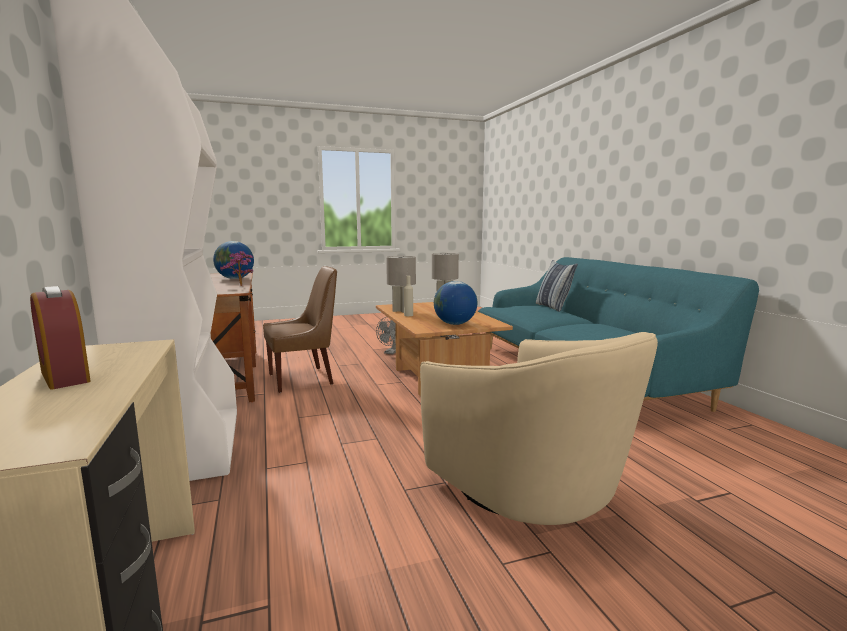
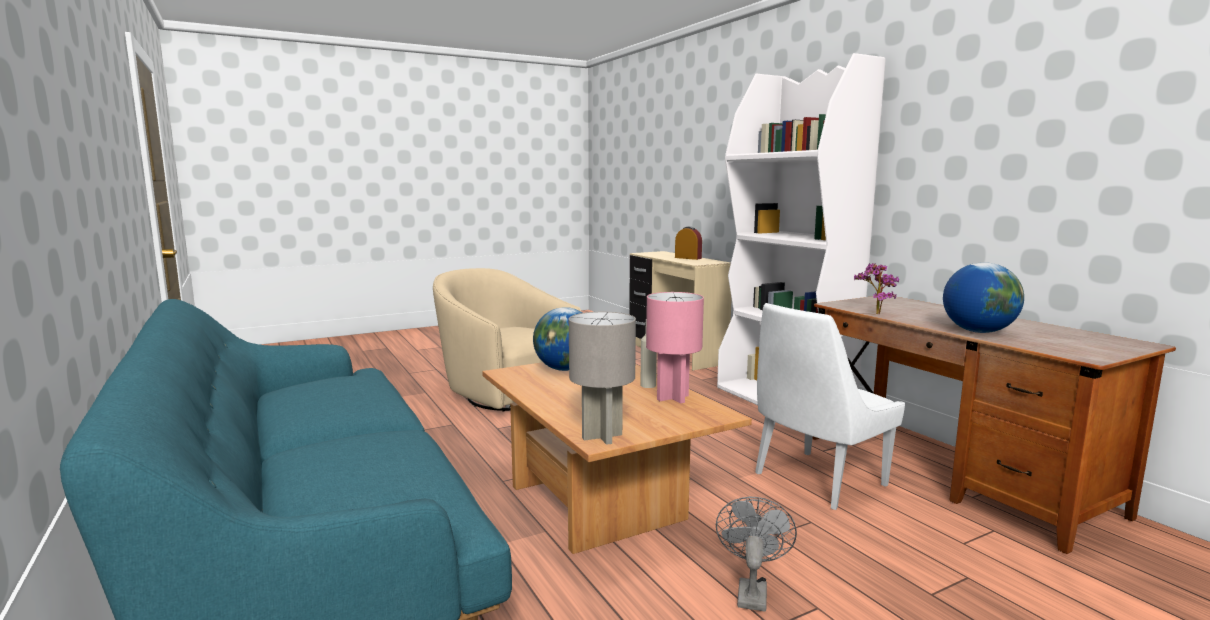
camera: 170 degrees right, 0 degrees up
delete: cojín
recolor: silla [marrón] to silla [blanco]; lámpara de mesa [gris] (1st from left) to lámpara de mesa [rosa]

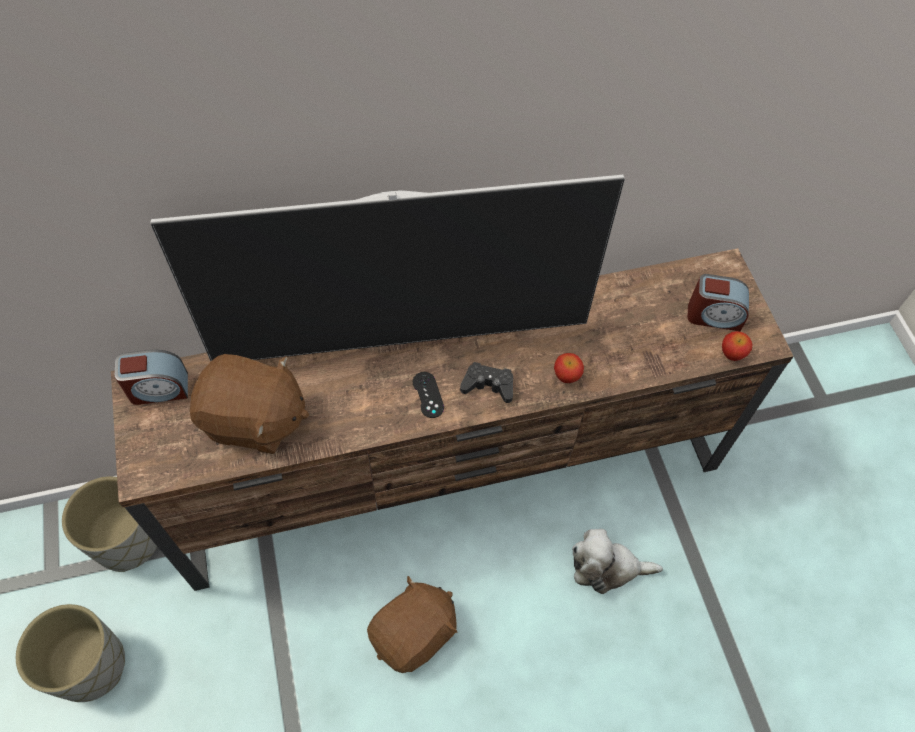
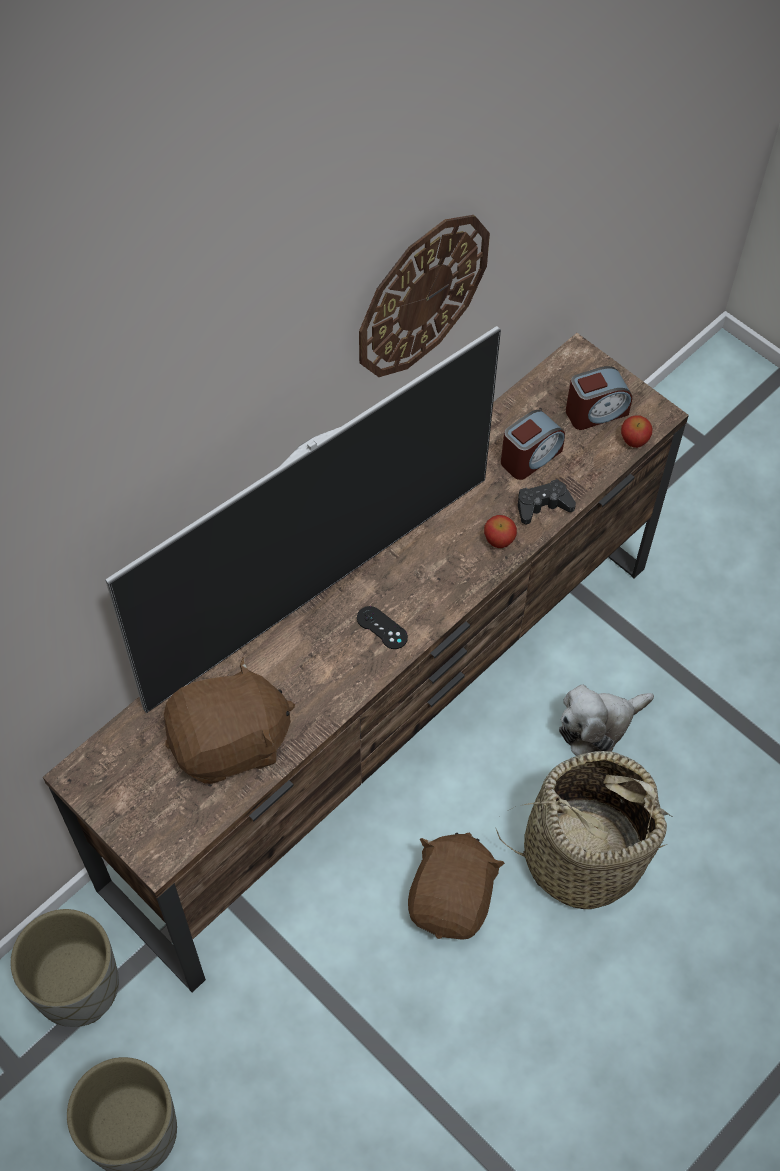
camera: 30 degrees left, 0 degrees up
insert: reloj de pared; cesta
move: despertador (1st from left); mando de consola [negro] (2nd from left)

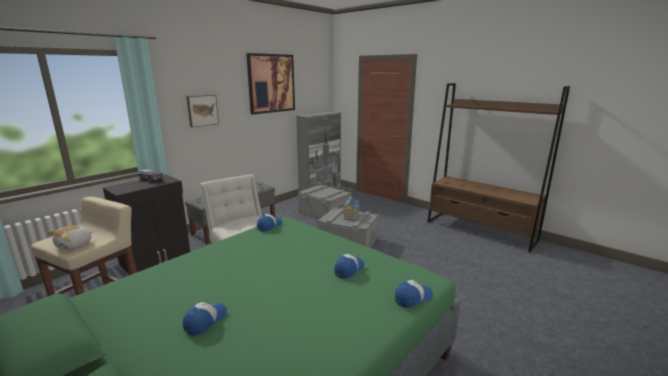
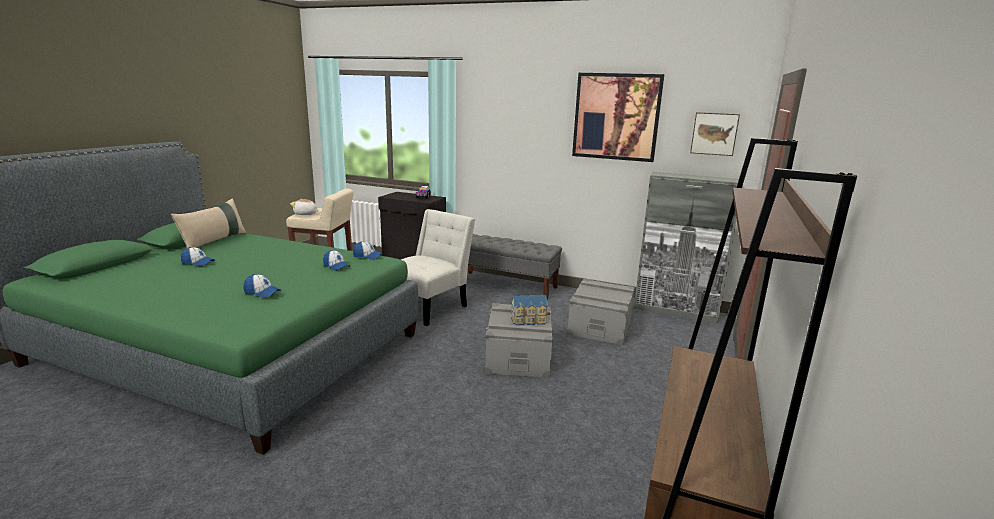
camera: 70 degrees right, 0 degrees up
insert: cojín [beis]
move: cuadro (1st from left in the first image) to cuadro (2nd from left); gorra (4th from left in the first image) to gorra (3rd from left)

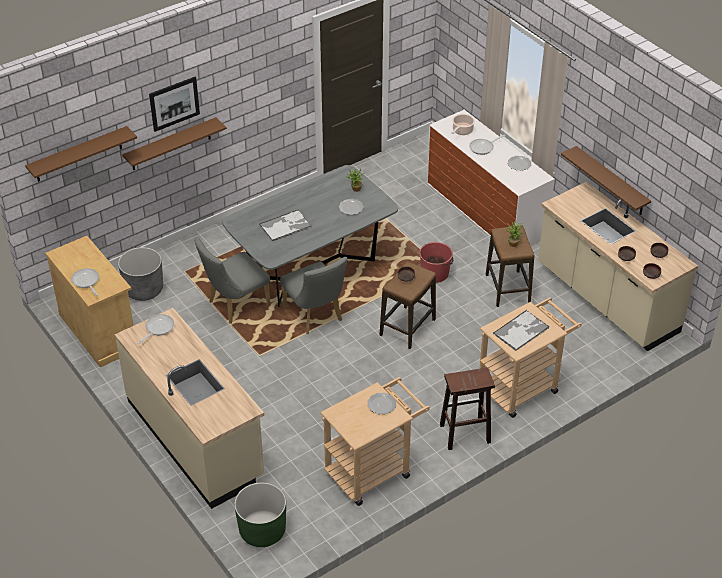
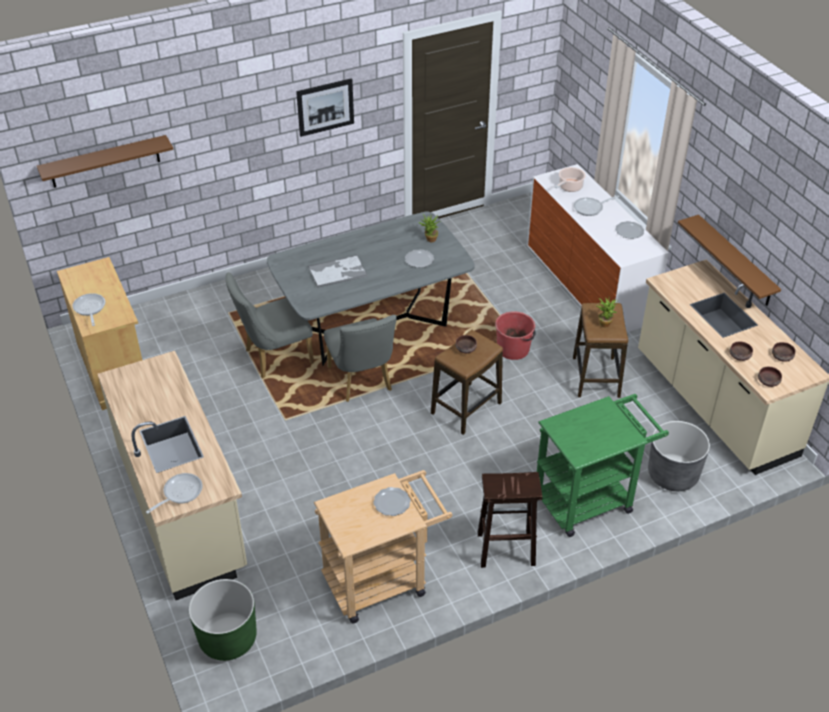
camera: 10 degrees right, 0 degrees up
delete: estante [marrón] (2nd from left); bandeja (2nd from left)
move: maceta [gris]; sartén (2nd from left); cuadro
recolor: carrito [beis] (2nd from left) to carrito [verde]

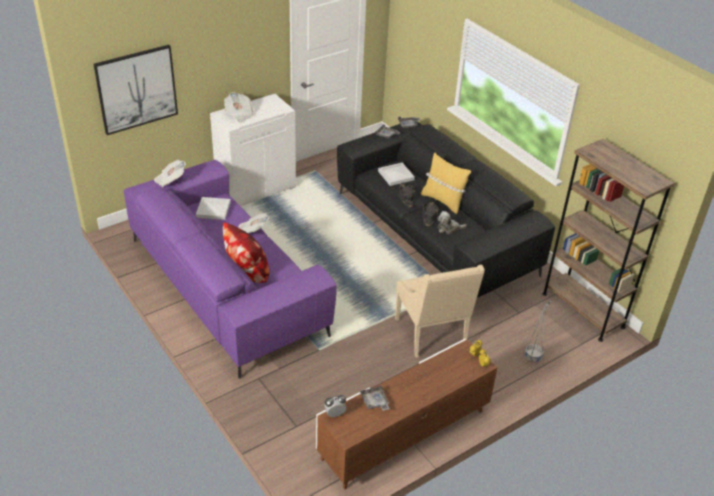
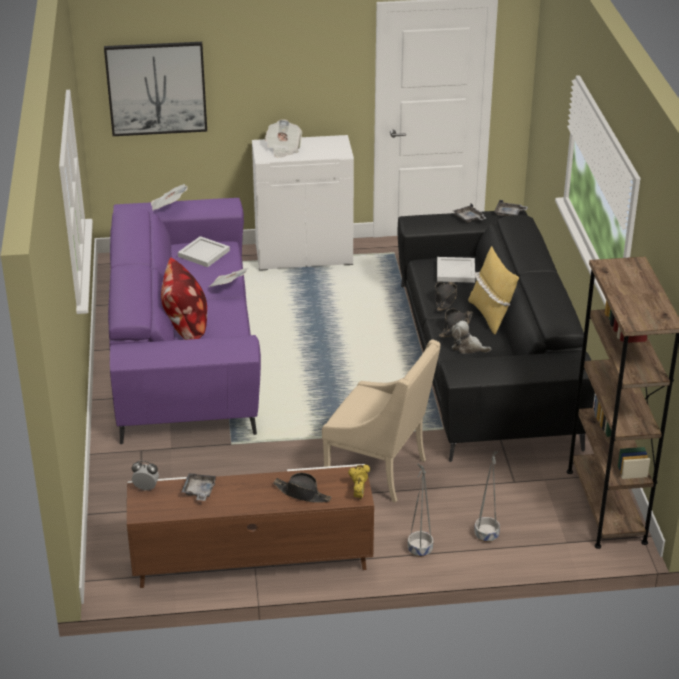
camera: 30 degrees right, 5 degrees down
insert: sombrero [negro] (1st from left); maceta [gris] (1st from left)
rotate: sillón [beis] 75 degrees counterclockwise

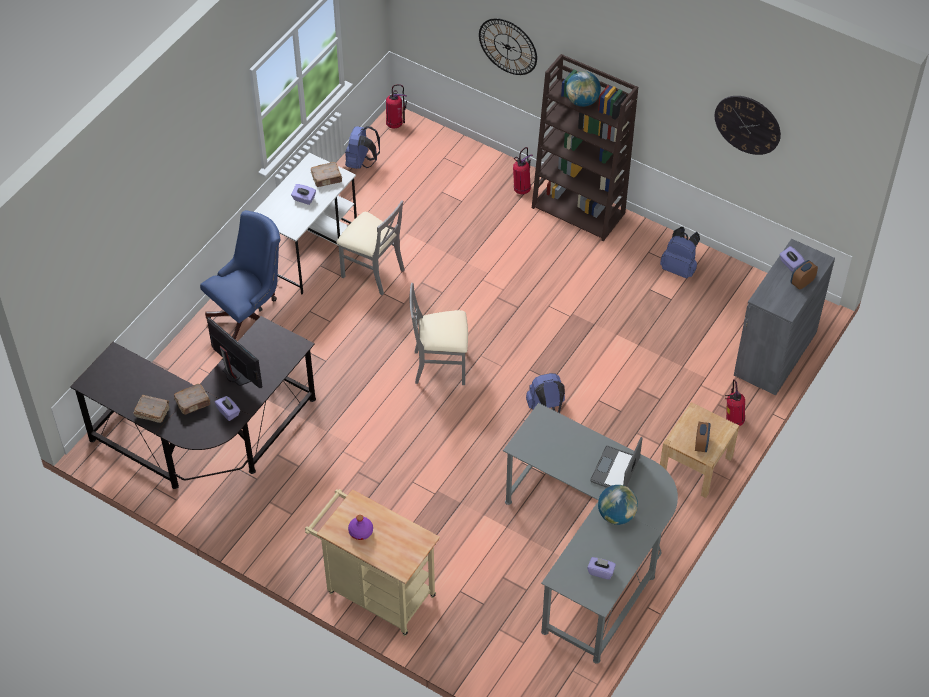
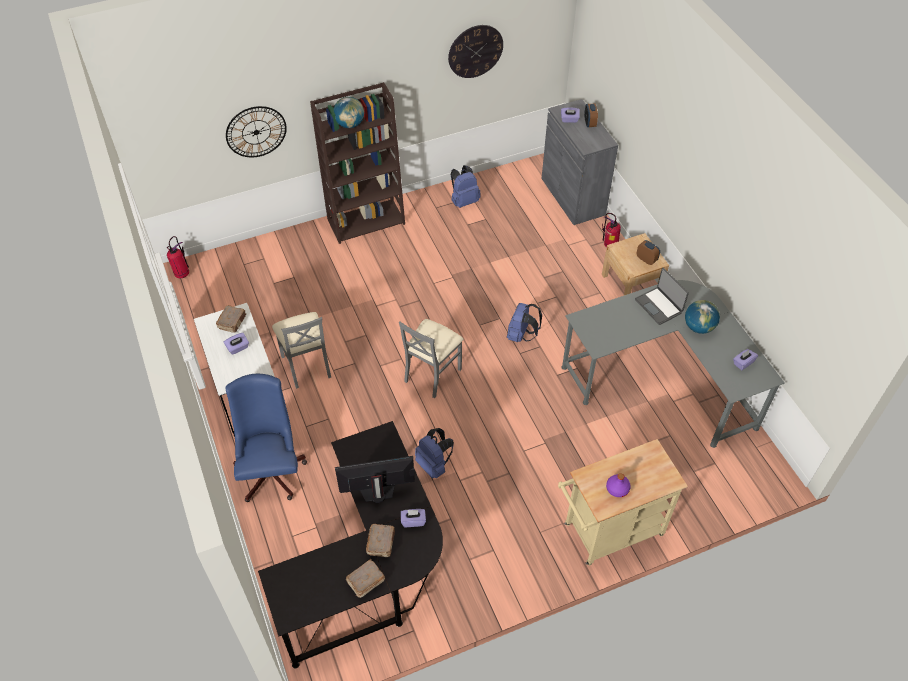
camera: 55 degrees left, 0 degrees up
delete: extintor (2nd from left)
move: mochila [azul] (1st from left)
rotate: silla [gris] (1st from left) 90 degrees clockwise

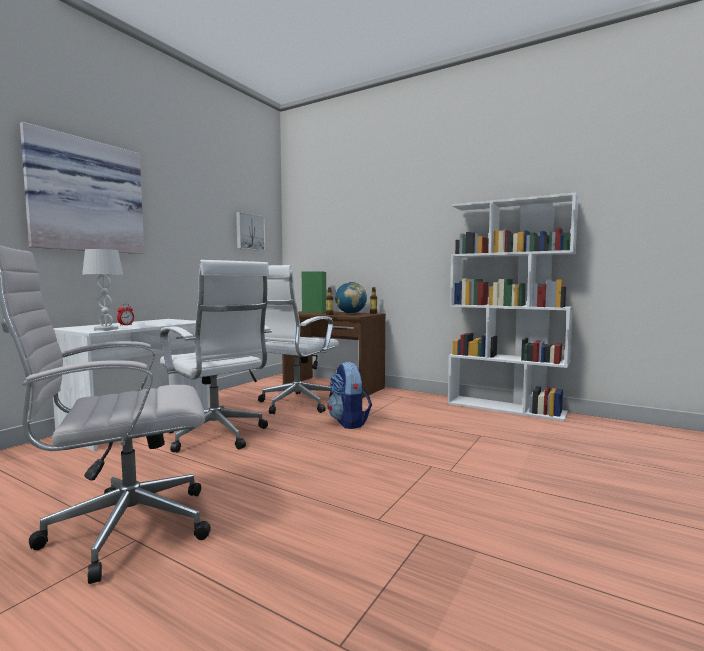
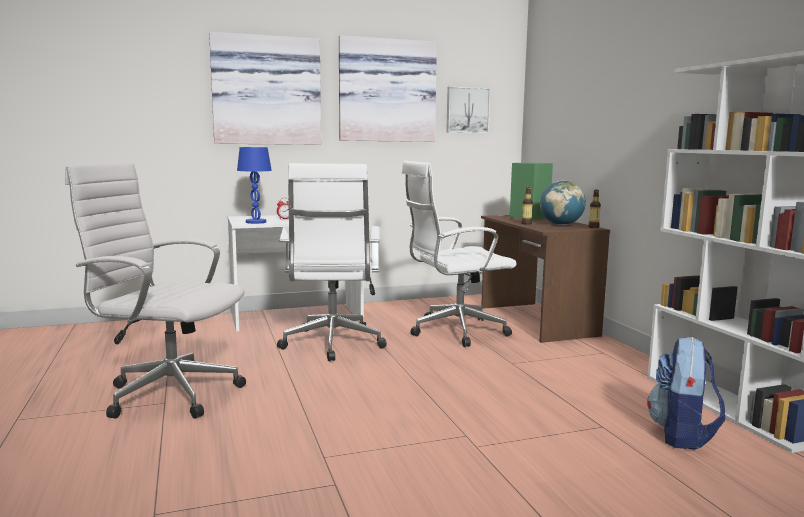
camera: 40 degrees right, 5 degrees up
insert: cuadro (2nd from left)
move: mochila
recolor: lámpara de mesa [blanco] to lámpara de mesa [azul]

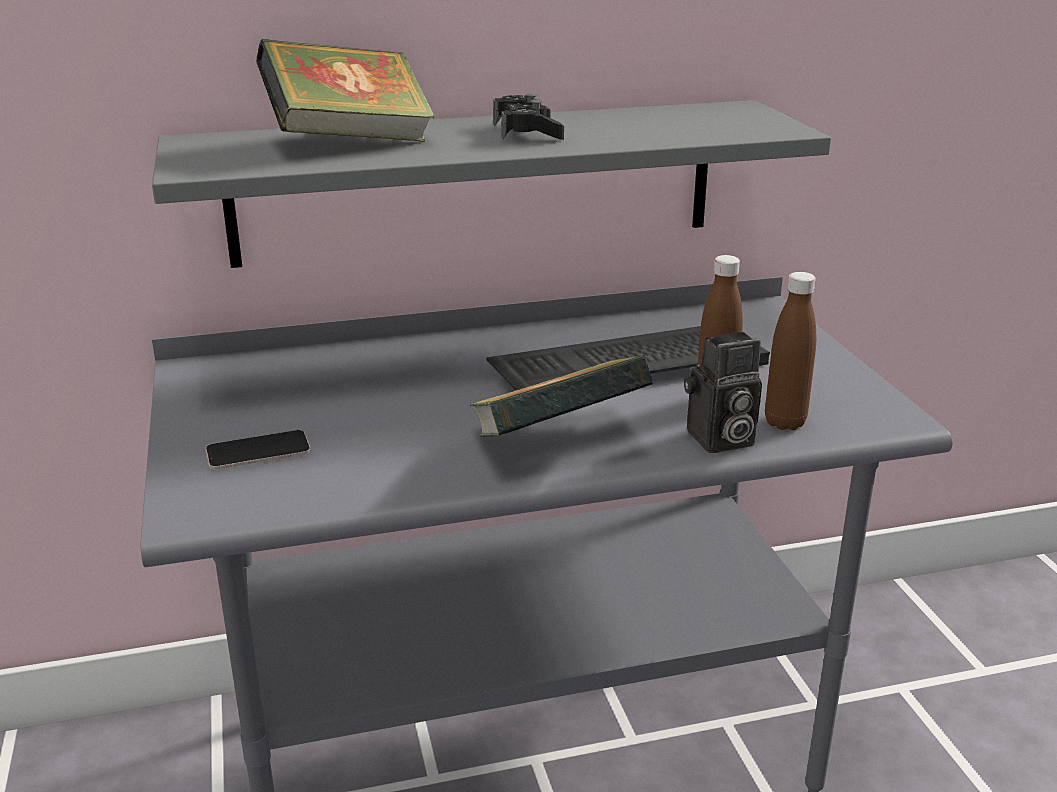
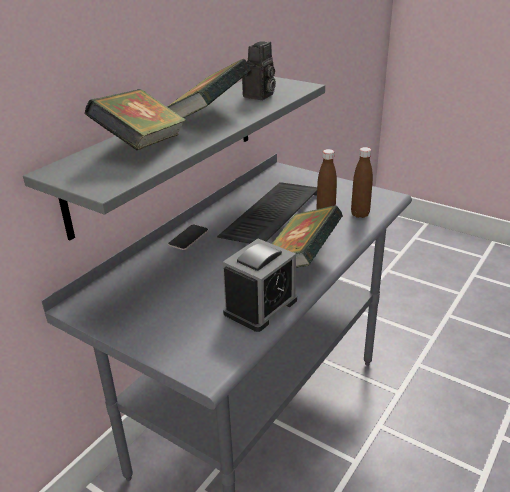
camera: 40 degrees left, 5 degrees up
insert: despertador
move: móvil; cámara
replace: mando de consola [negro] to libro (2nd from left)

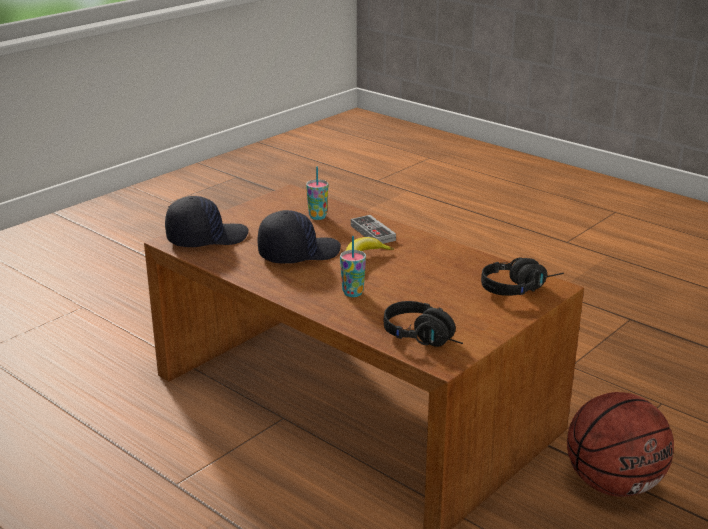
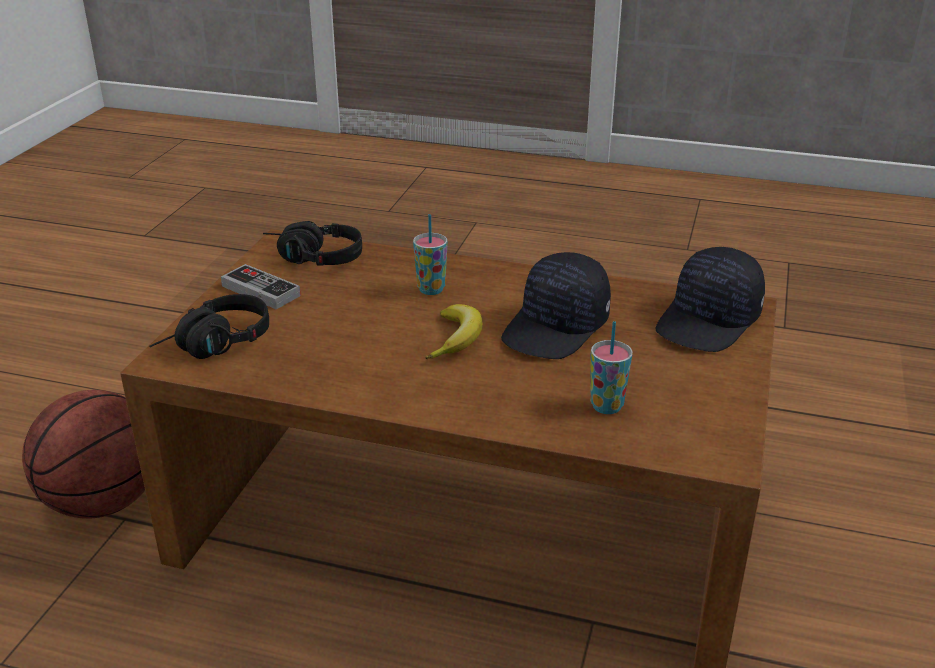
camera: 155 degrees right, 5 degrees up
move: mando de consola

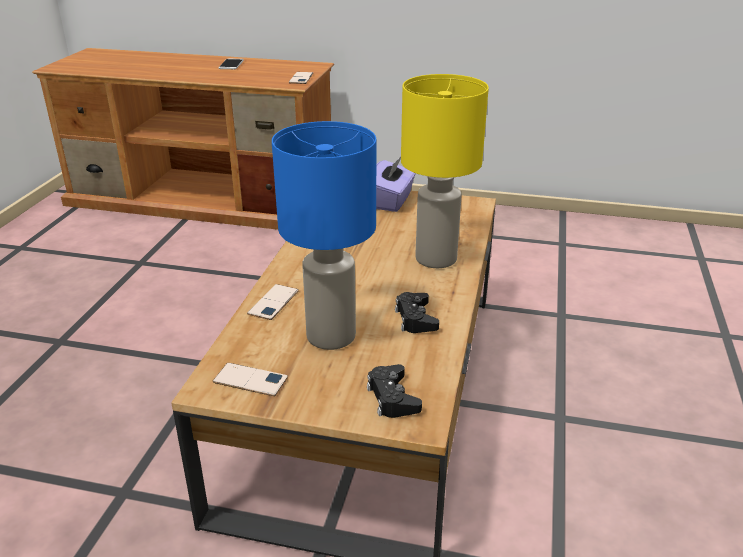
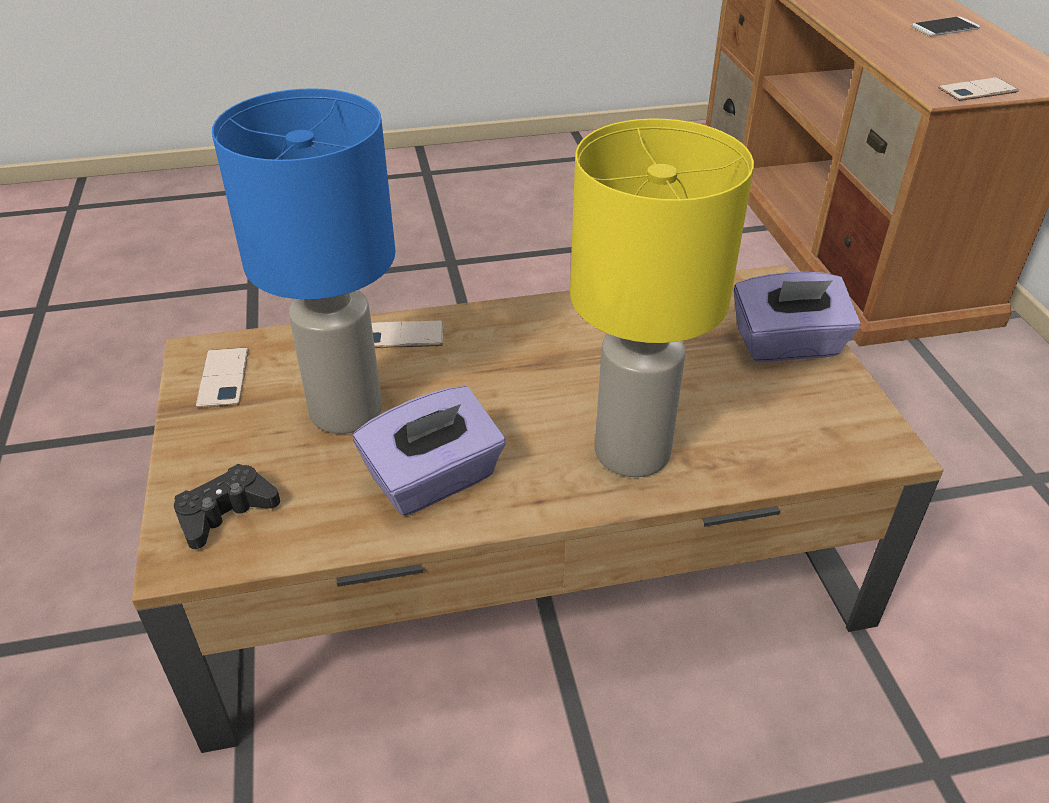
camera: 65 degrees right, 10 degrees up
replace: mando de consola [negro] (2nd from left) to caja de pañuelos [morado] (1st from left)

